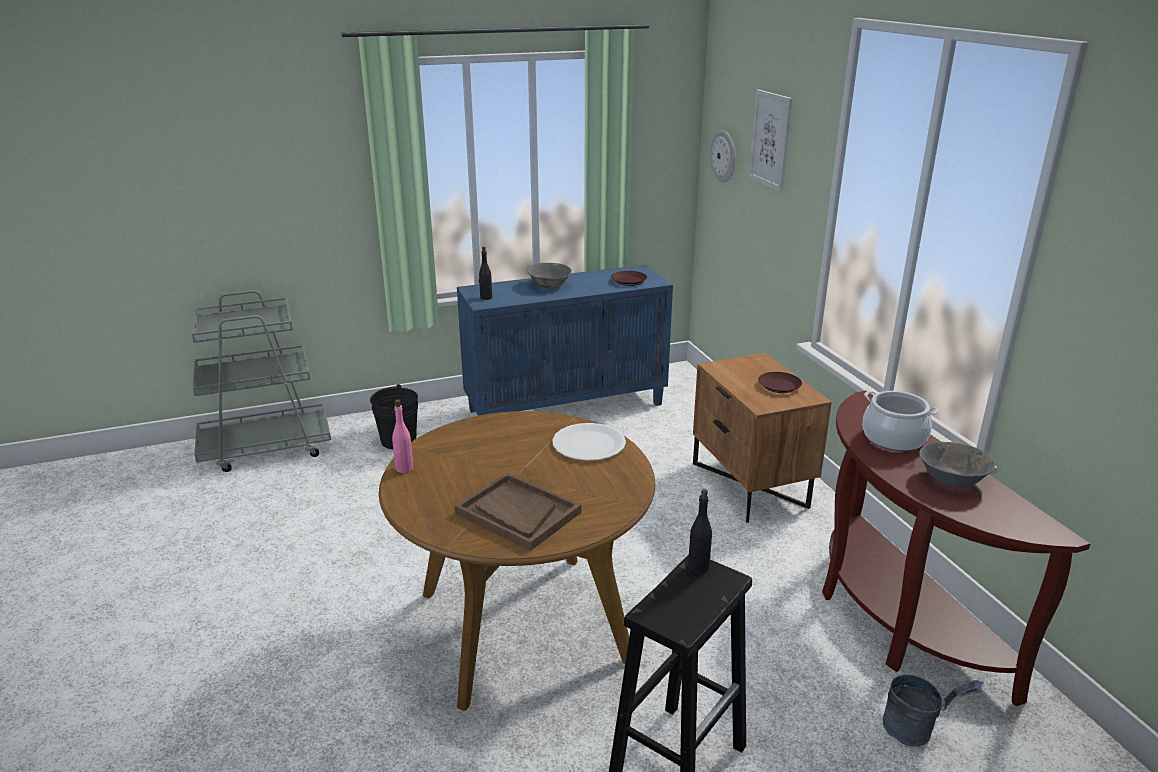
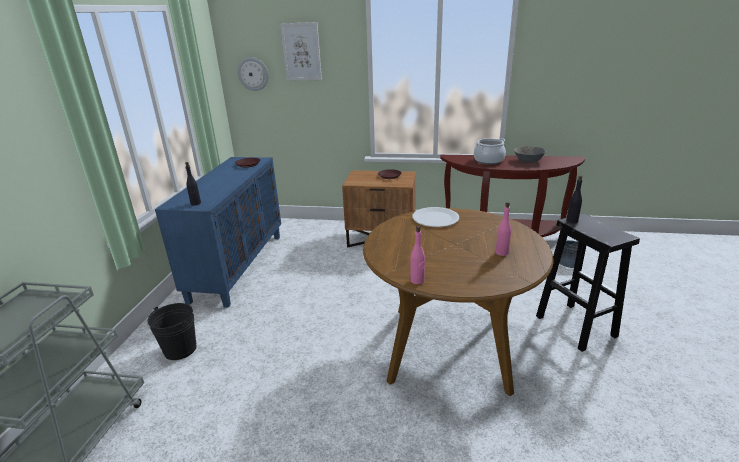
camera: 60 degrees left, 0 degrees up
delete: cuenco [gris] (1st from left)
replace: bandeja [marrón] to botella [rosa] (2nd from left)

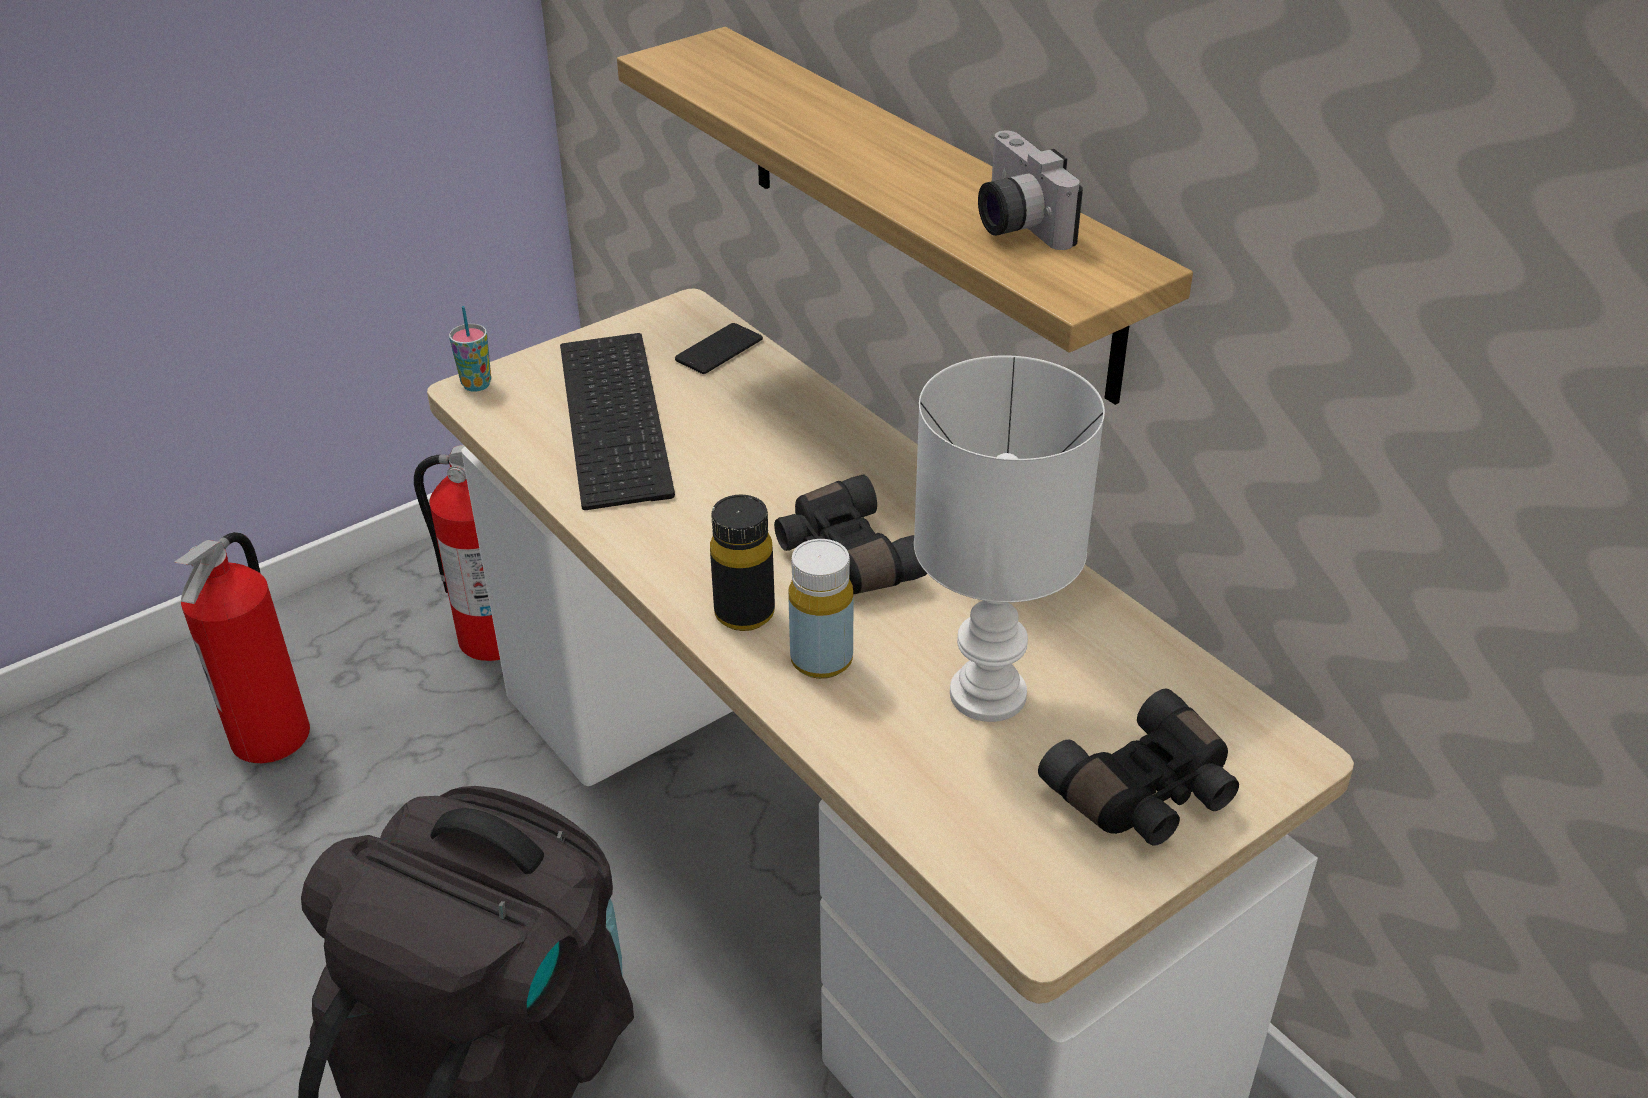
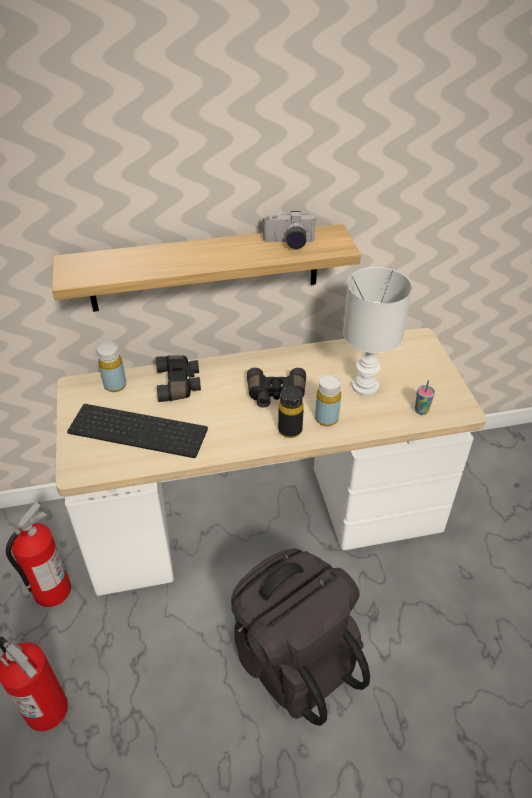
camera: 65 degrees left, 5 degrees up
move: taza; prismáticos [negro] (2nd from left in the first image) to prismáticos [negro] (1st from left)
replace: móvil to botella [amarillo] (1st from left)

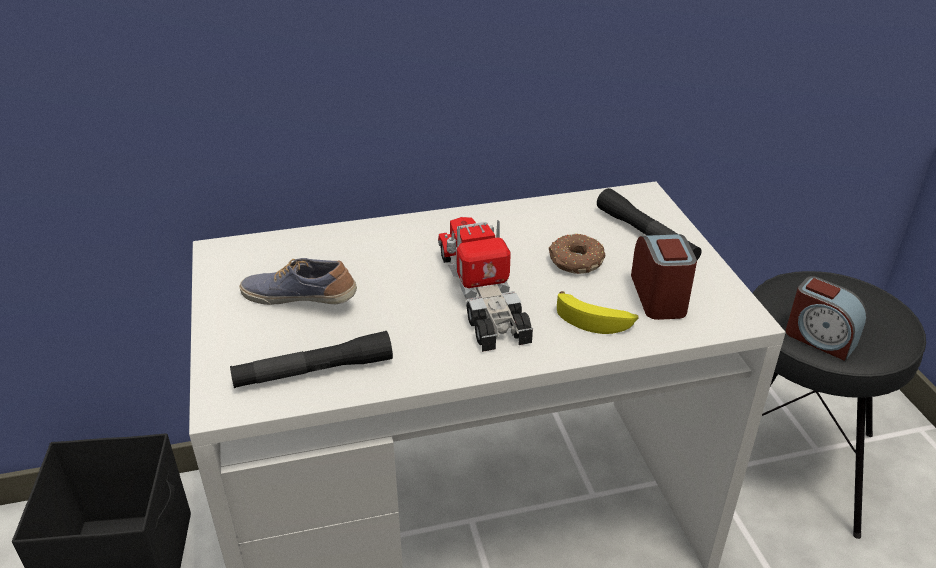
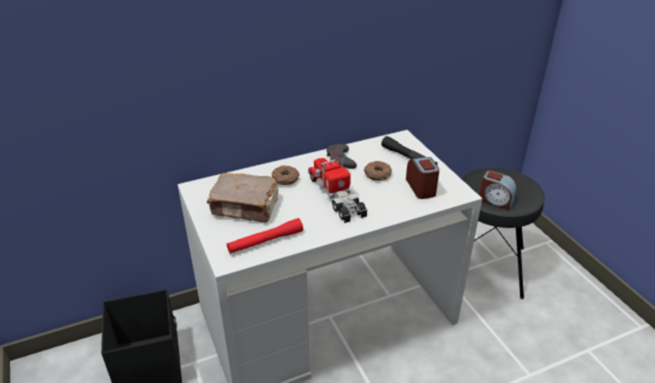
camera: 10 degrees left, 0 degrees up
delete: plátano
insert: rosquilla (1st from left); mando de consola [gris]
replace: zapato to libro [marrón]
recolor: linterna [negro] (1st from left) to linterna [rojo]

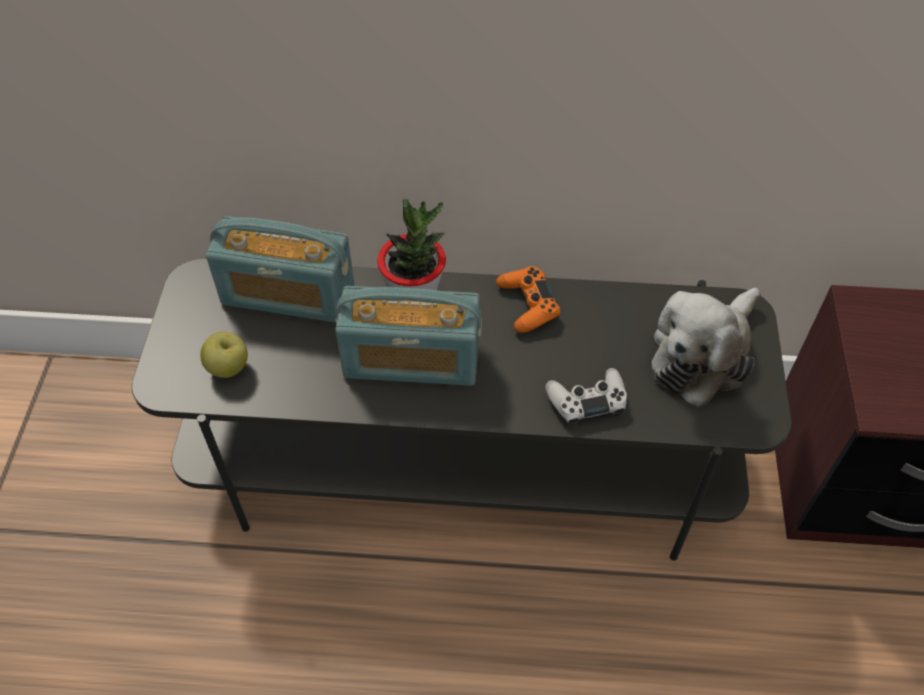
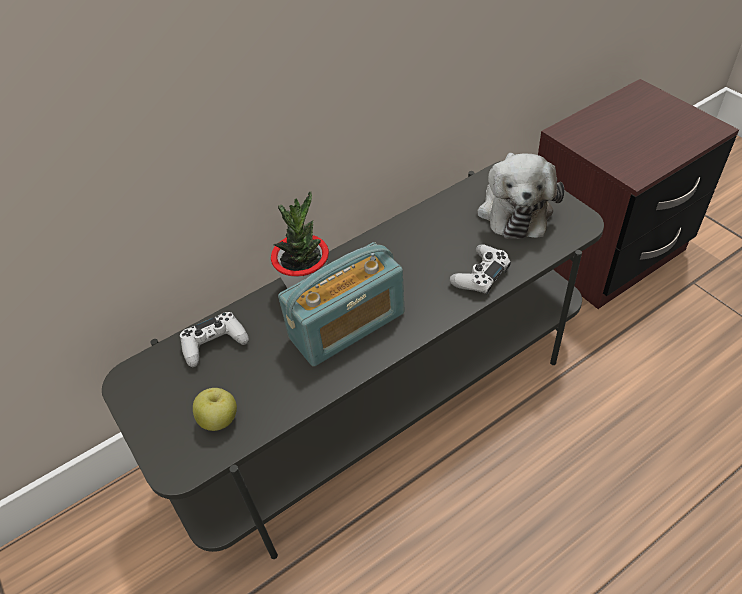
camera: 35 degrees left, 5 degrees down
delete: mando de consola [naranja]
replace: radio (1st from left) to mando de consola [blanco] (1st from left)

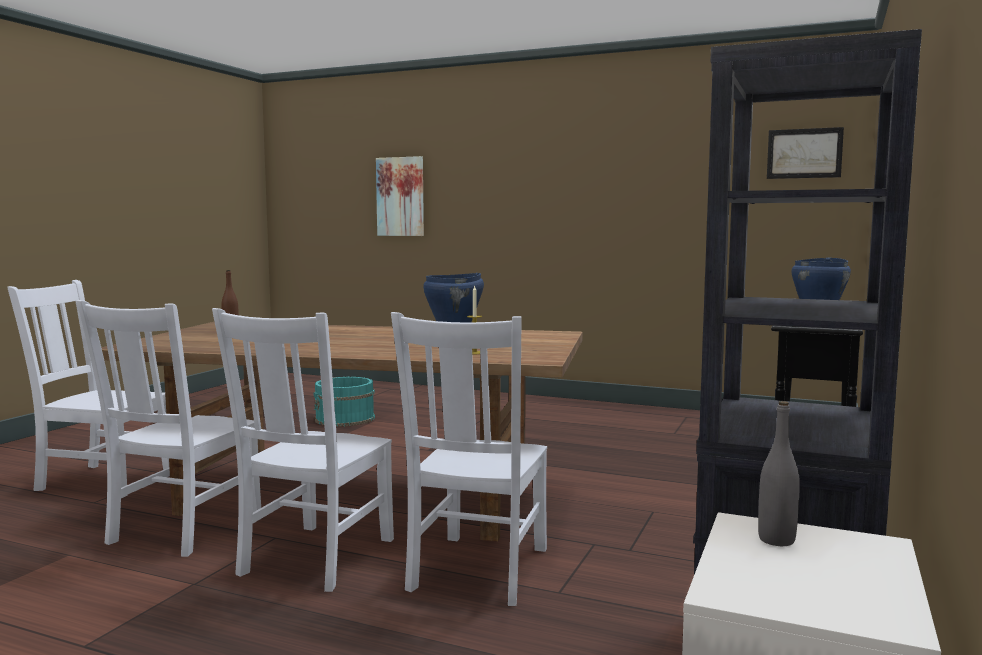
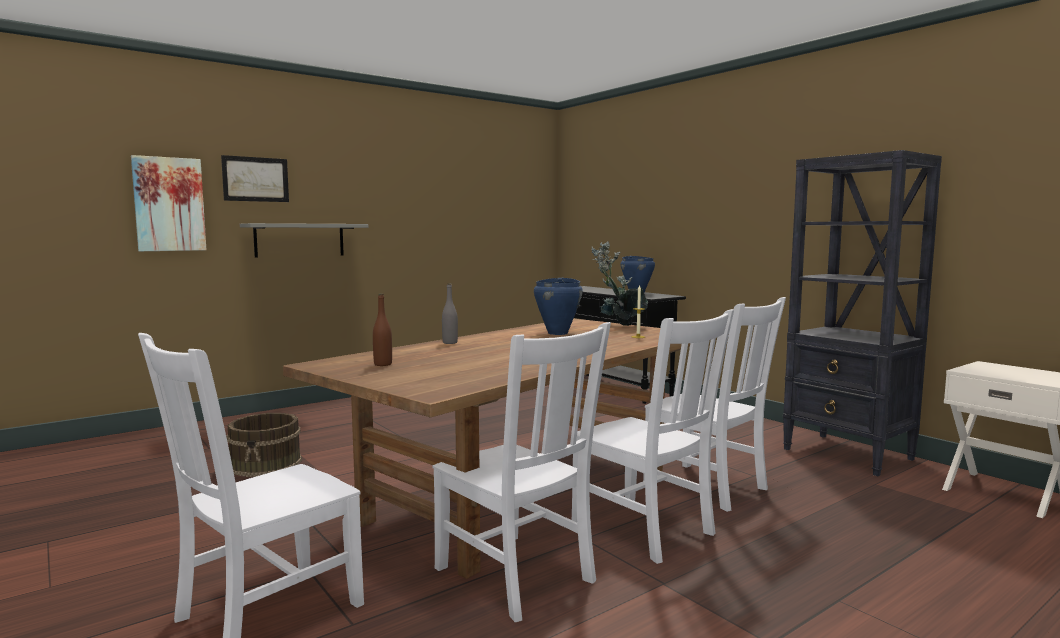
camera: 60 degrees left, 0 degrees up
insert: estante [gris]; planta en maceta
move: botella [gris]; cuadro (2nd from left)
recolor: cubo [turquesa] to cubo [marrón]

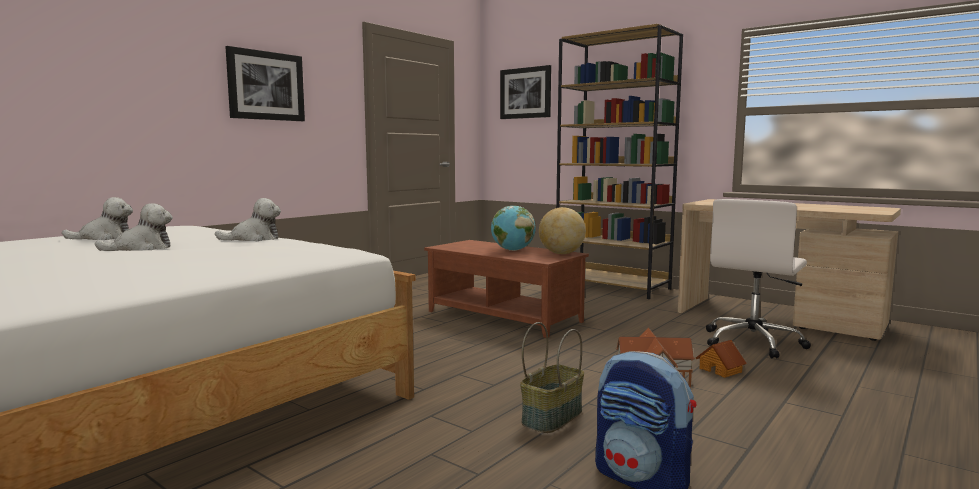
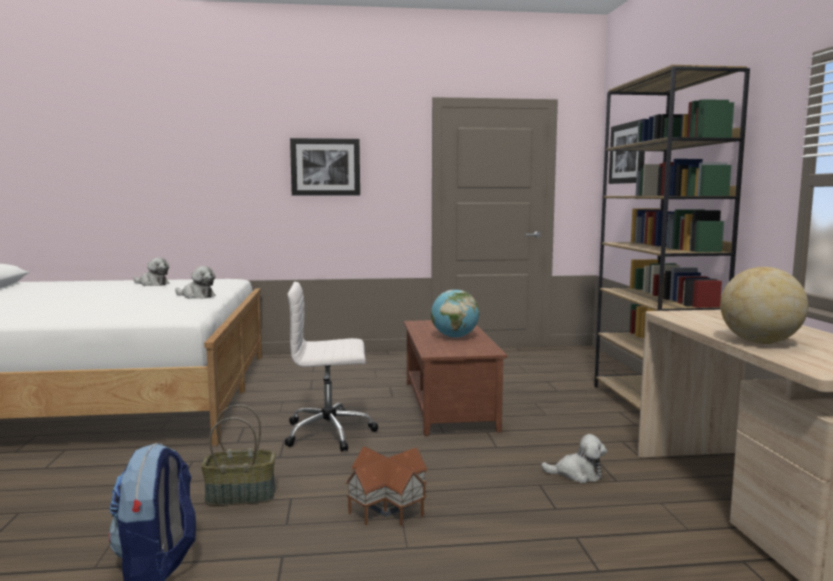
camera: 45 degrees right, 0 degrees up
delete: casita (2nd from left)
move: peluche (2nd from left in the first image) to peluche (3rd from left); globo terráqueo (2nd from left); silla de oficina [blanco]

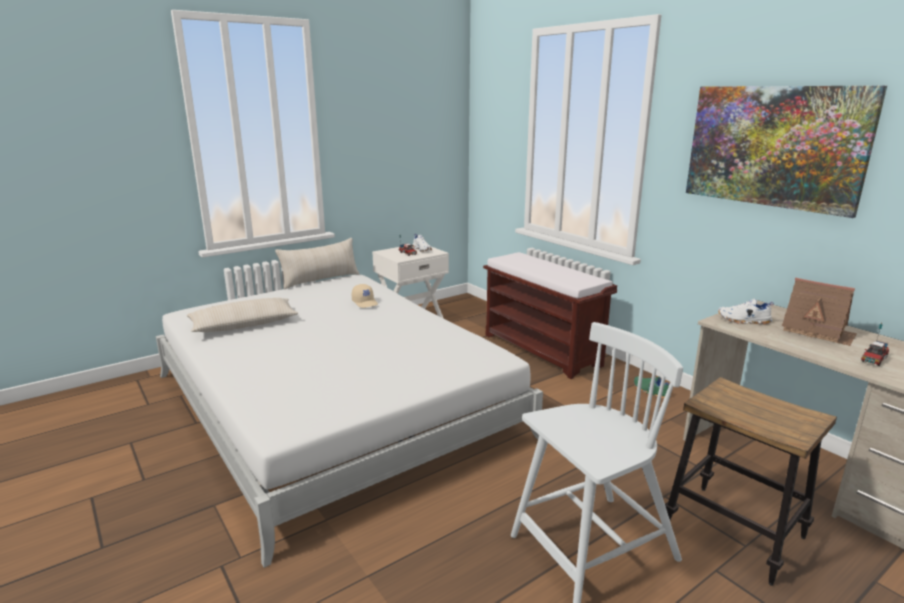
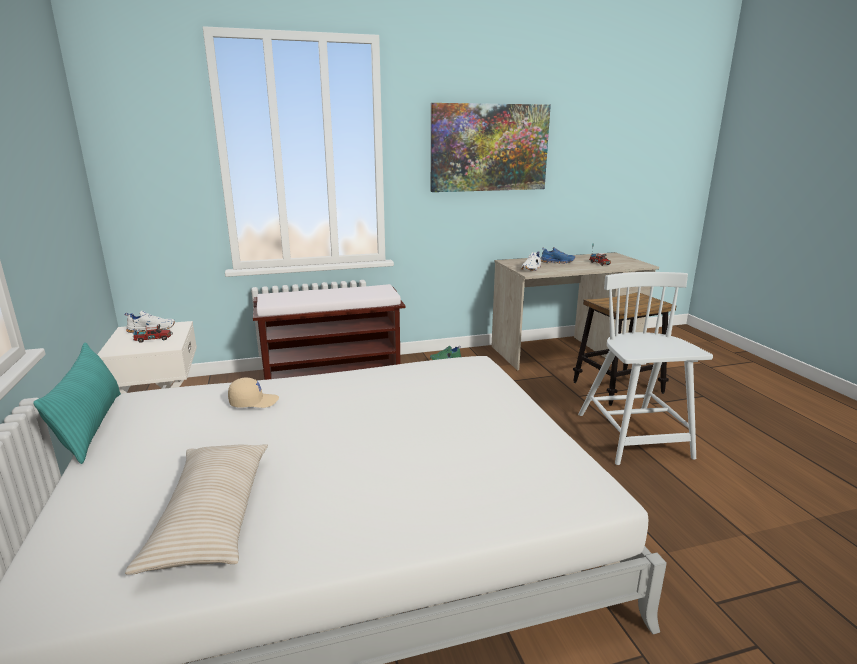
camera: 70 degrees left, 0 degrees up
replace: casita to zapato [azul]
recolor: cojín [beis] (2nd from left) to cojín [turquesa]

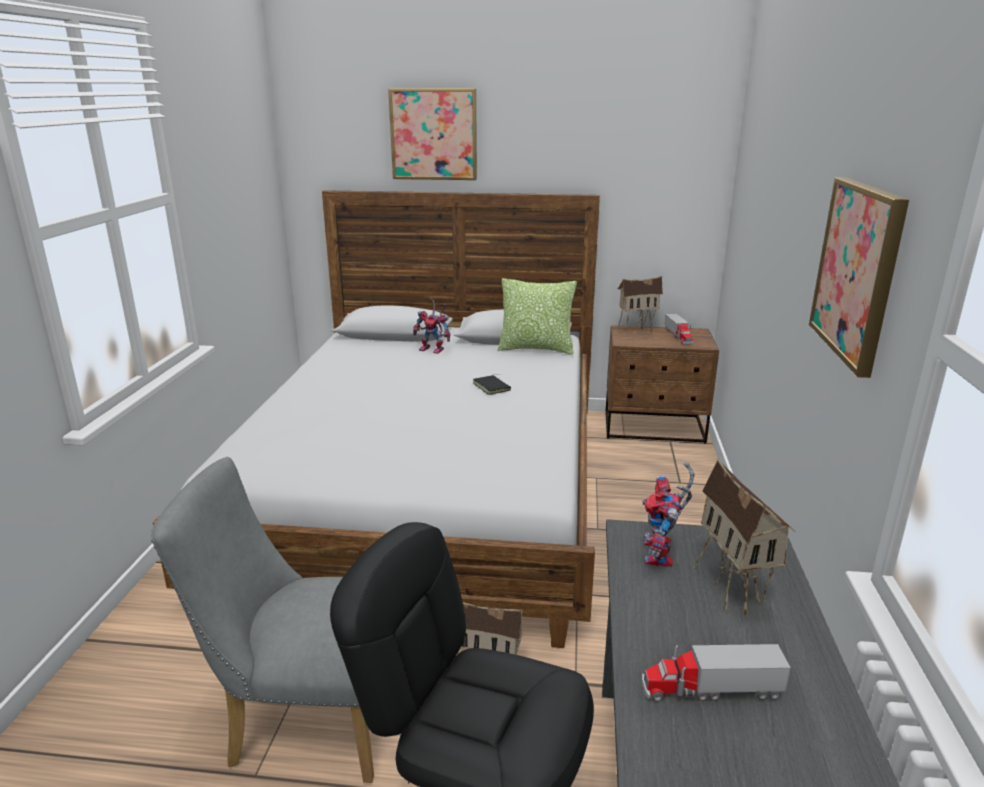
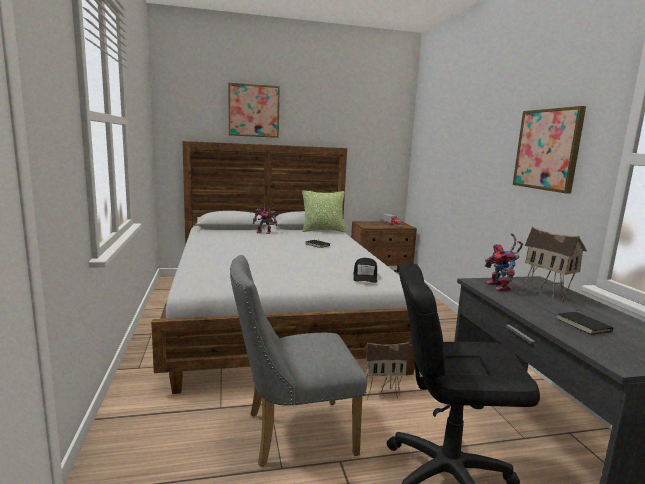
camera: 20 degrees left, 10 degrees down
delete: casita (2nd from left)
insert: gorra [negro]
replace: camión de juguete (2nd from left) to libro [negro] (2nd from left)

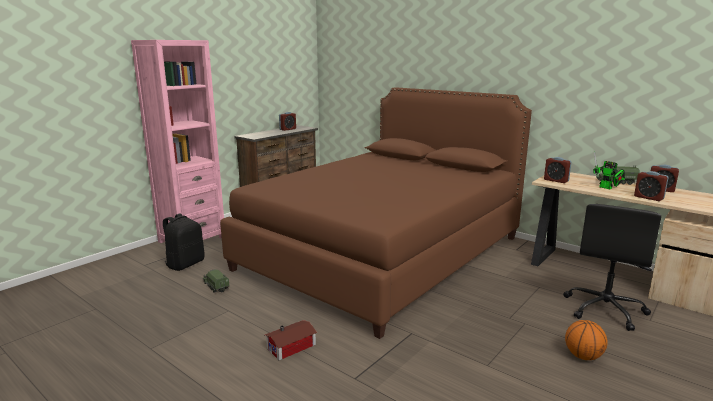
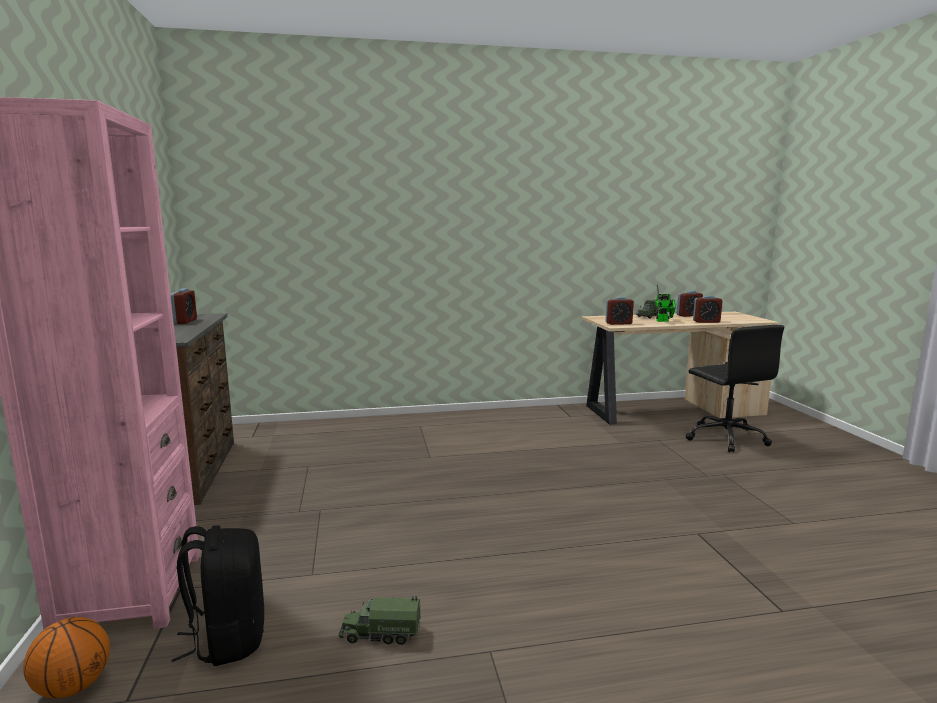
camera: 50 degrees left, 5 degrees down
delete: cama [marrón]; casita
move: balón de baloncesto

